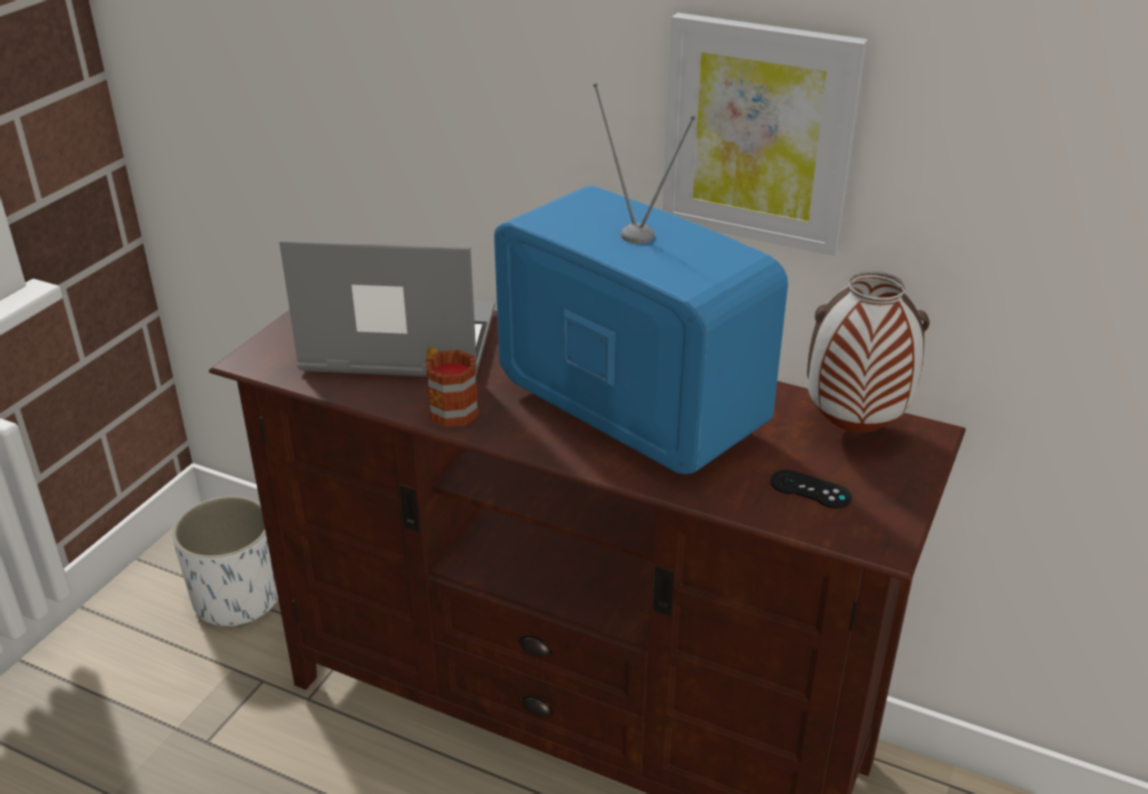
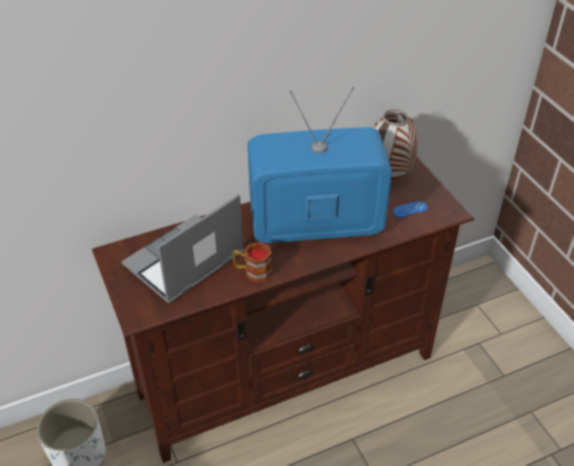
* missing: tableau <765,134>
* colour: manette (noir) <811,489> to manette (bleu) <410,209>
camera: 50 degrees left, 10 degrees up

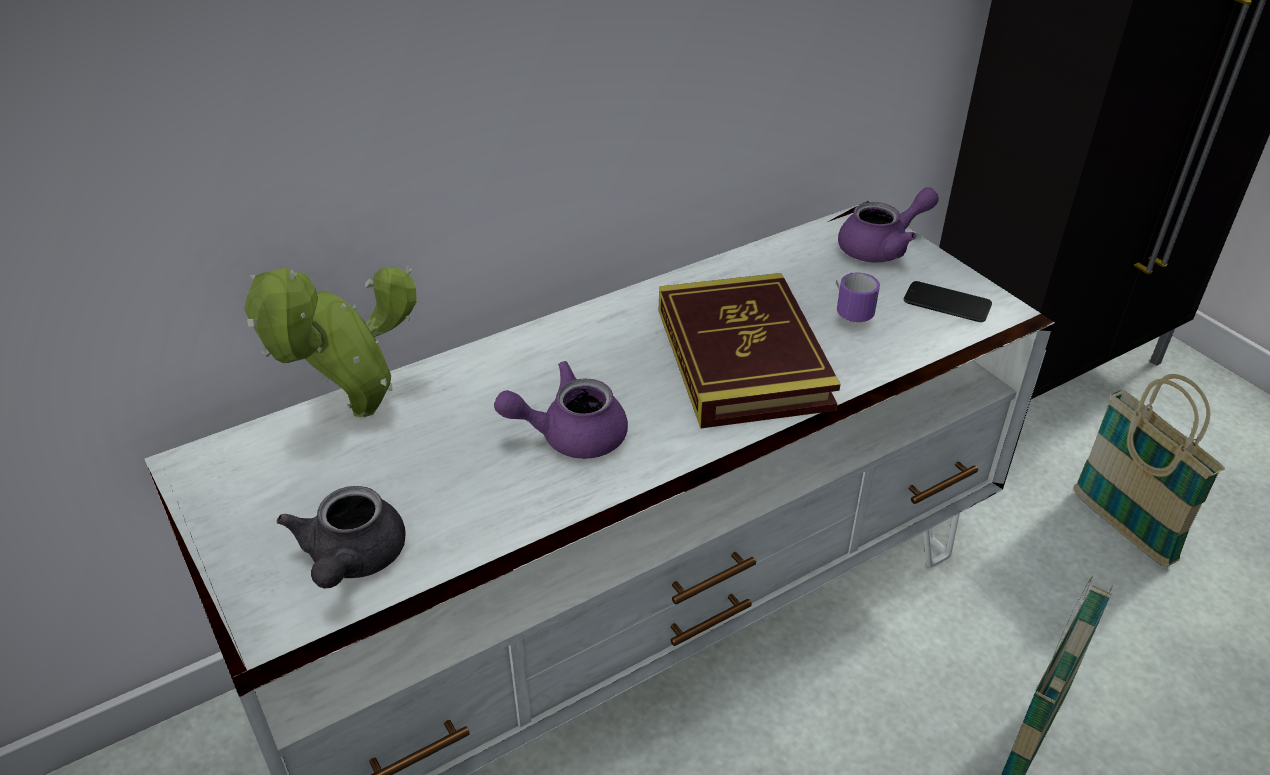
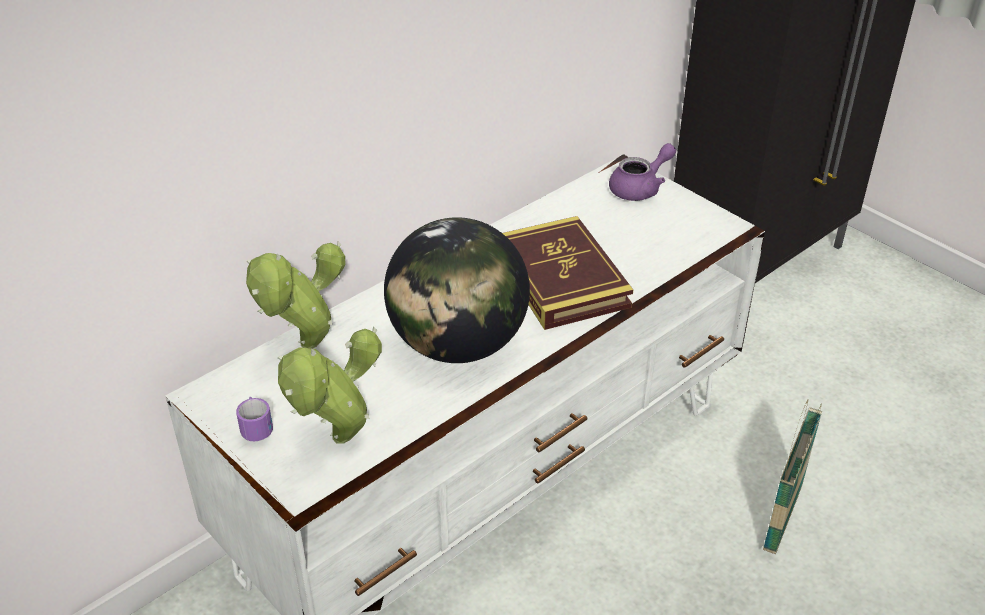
* relocated: mug <858,297> to <254,419>
* missing: téléphone <948,301>
* exchanged: théière (violet) <561,410> to globe <457,290>
* missing: panier <1149,470>
* exchanged: théière (gris) <341,537> to plante en pot <330,385>
camera: 10 degrees left, 0 degrees up

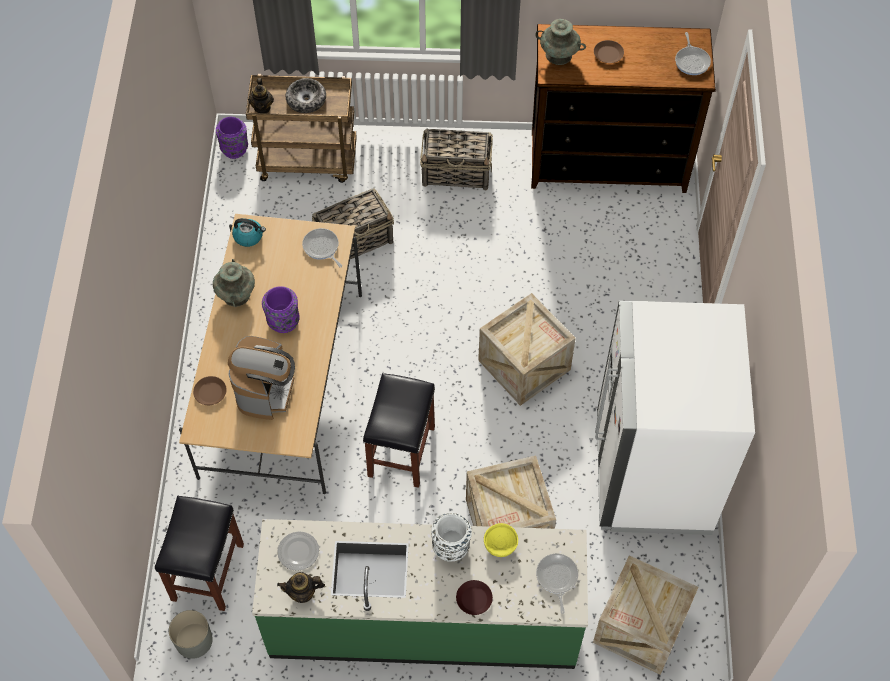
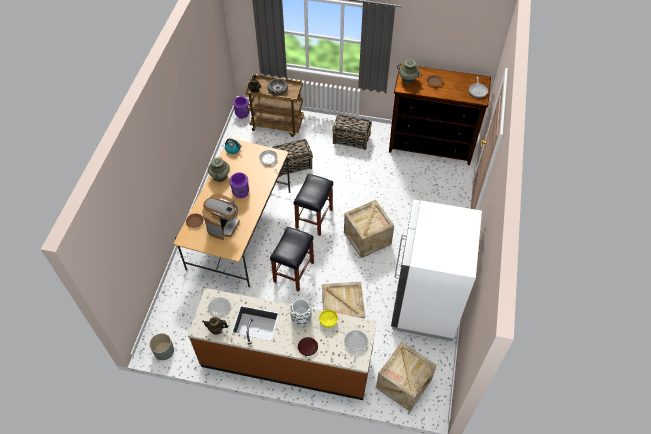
* relocated: tabouret (noir) <199,553> to <313,205>
* colour: comptoir de cuisine (vert) <420,594> to comptoir de cuisine (marron) <282,344>
camera: 10 degrees right, 5 degrees down

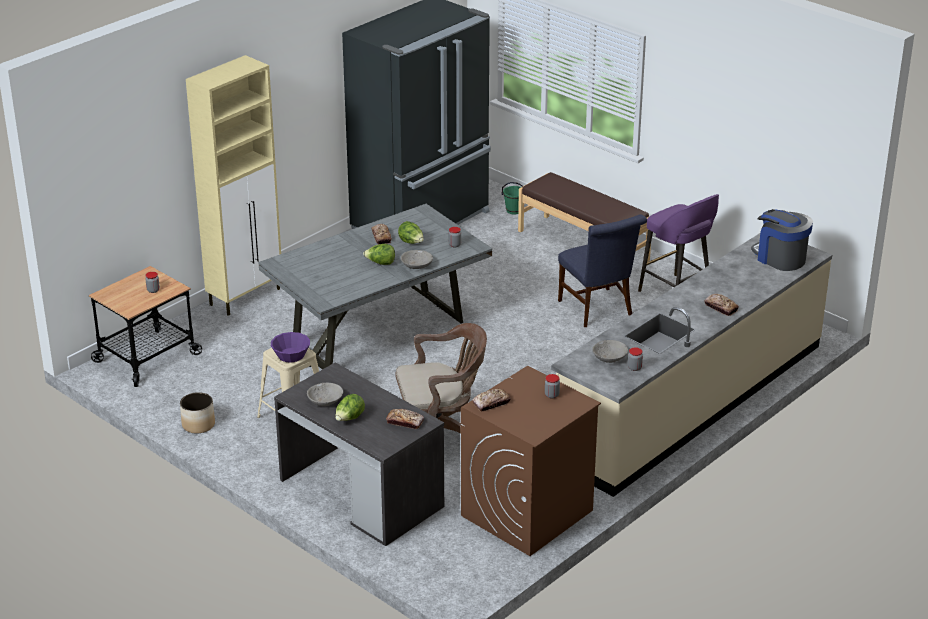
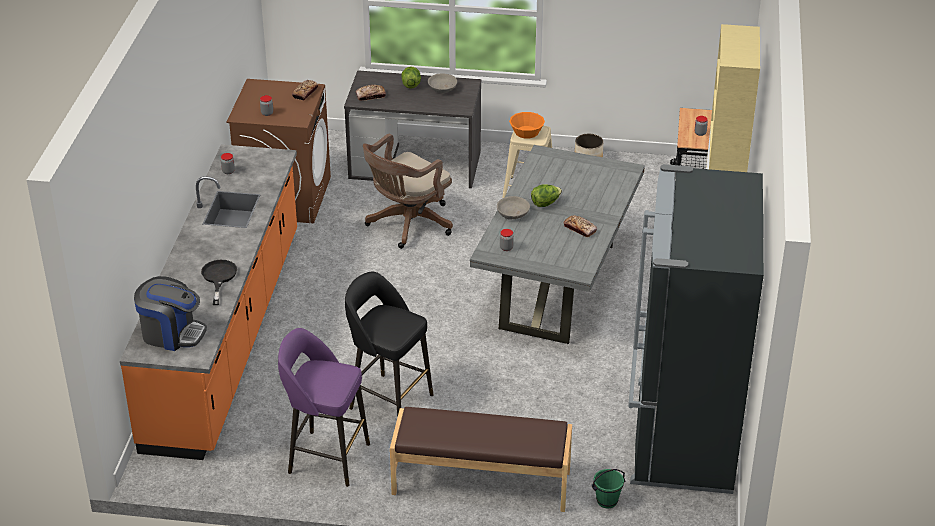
* exchanged: chaise (bleu) <602,270> to tabouret (noir) <389,344>
* missing: laitue <411,232>
* colour: comptoir de cuisine (beige) <691,365> to comptoir de cuisine (orange) <208,302>
* missing: pain <721,305>
* colour: bol (violet) <290,347> to bol (orange) <527,125>
* missing: bol (gris) <610,351>
* appeared: poêle (noir) <219,282>
camera: 145 degrees right, 5 degrees up

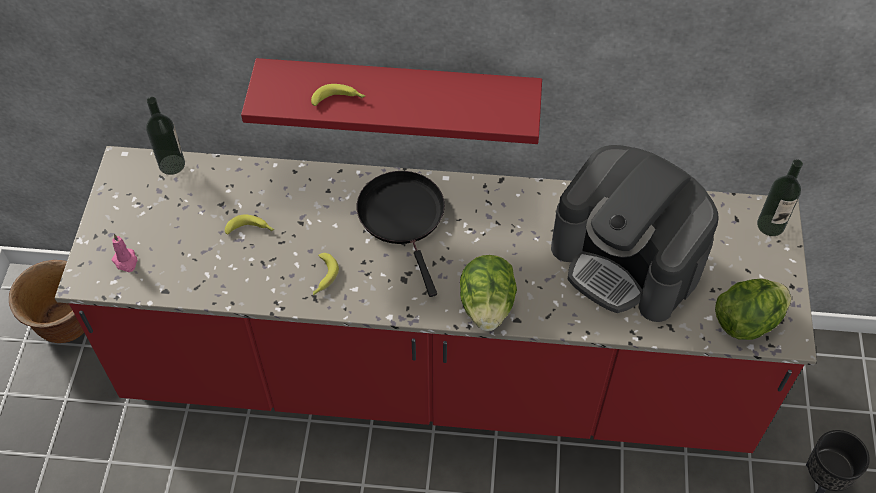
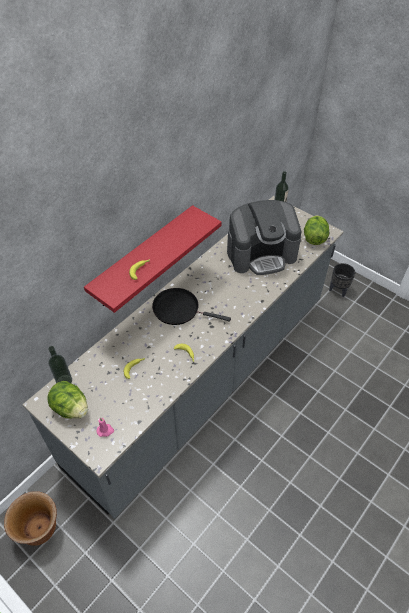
* colour: comptoir de cuisine (rouge) <436,299> to comptoir de cuisine (gris) <183,357>
* relocated: laitue <488,293> to <68,400>
camera: 55 degrees left, 5 degrees down

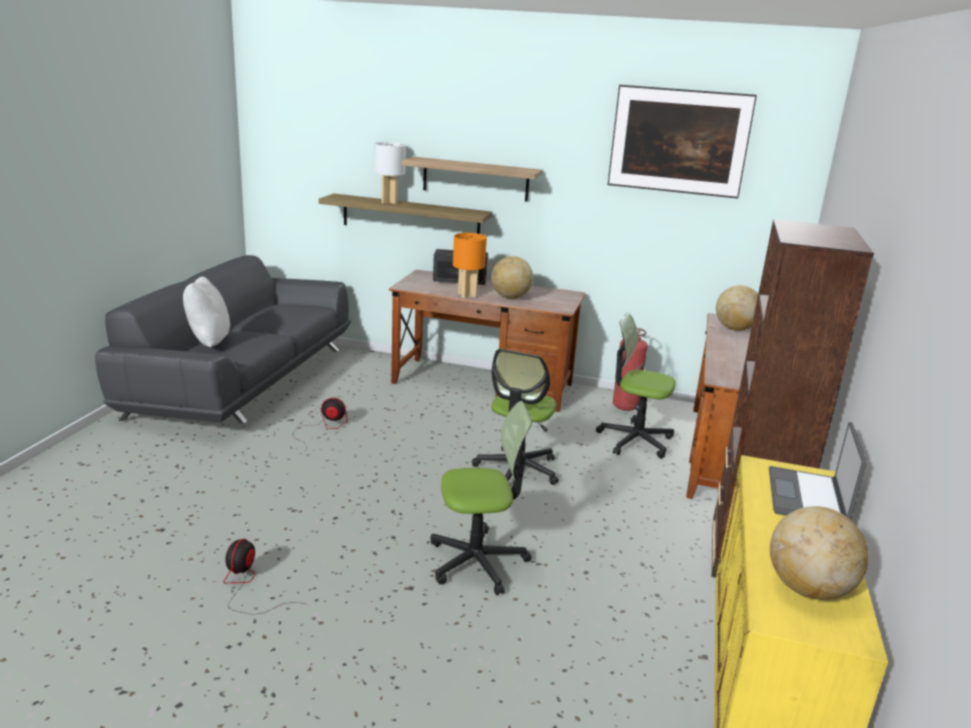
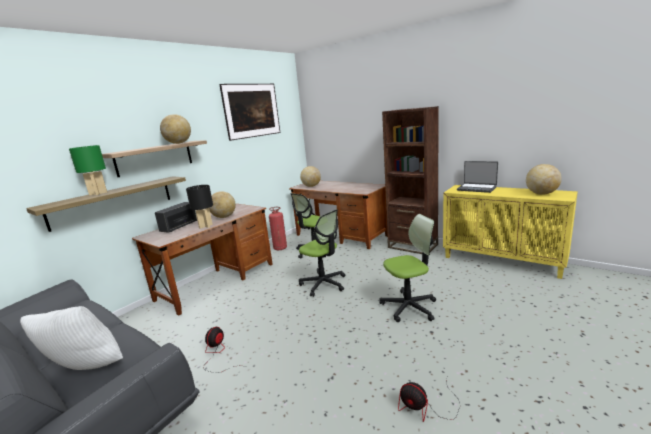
* colour: lampe de table (blanc) <390,173> to lampe de table (vert) <88,170>
* colour: lampe de table (orange) <470,265> to lampe de table (noir) <199,207>
* spun: chaise de bureau <481,498> = <407,268> 60 degrees clockwise
* appeared: globe <175,129>
camera: 65 degrees left, 5 degrees down

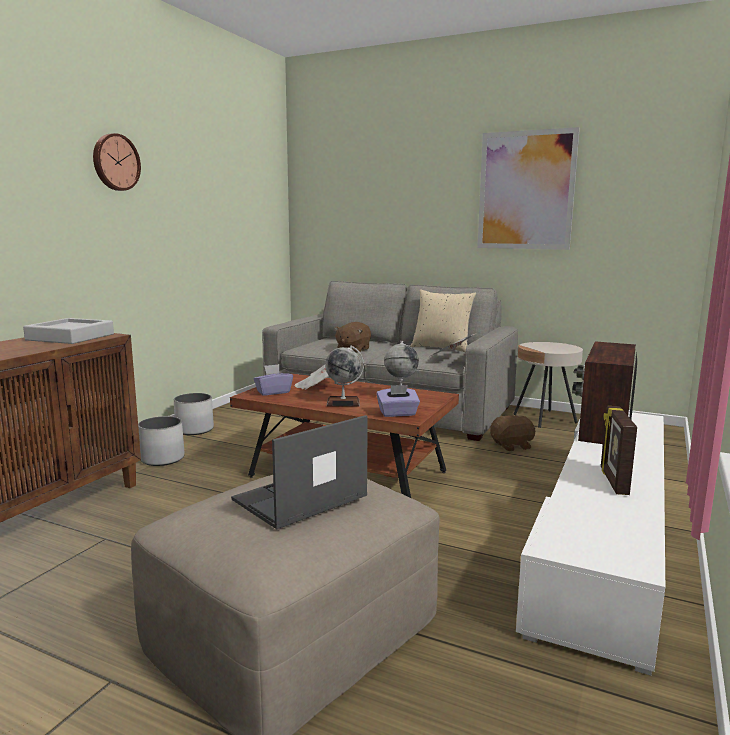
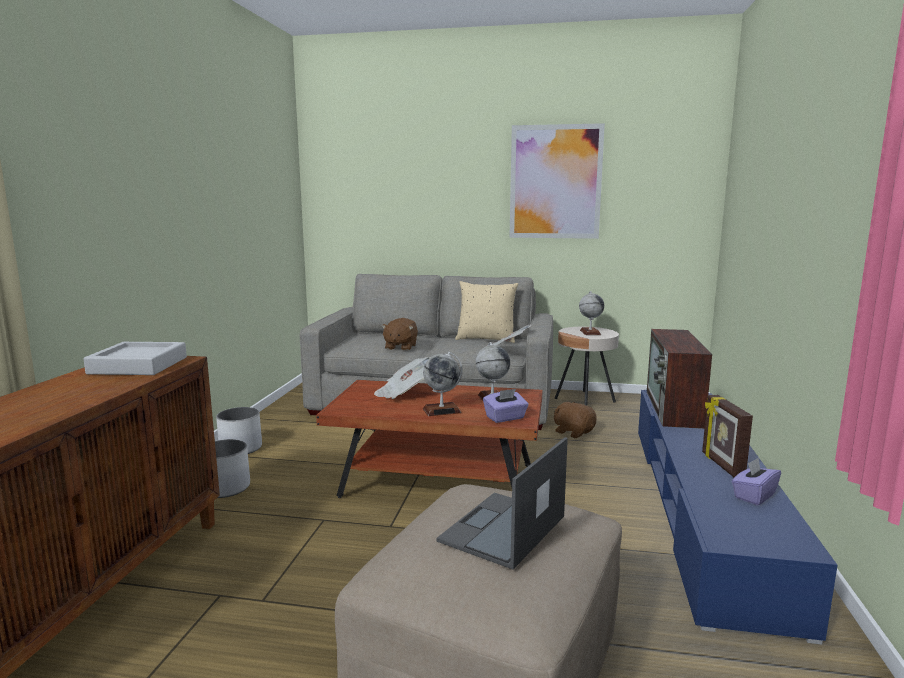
* missing: horloge murale <117,162>
* relocated: boîte à mouchoirs (violet) <273,380> to <756,481>
* colour: meuble télé (blanc) <590,543> to meuble télé (bleu) <737,517>
* spun: peluche (marron) <512,433> = <575,420> 105 degrees counterclockwise
* appeared: globe <591,313>
camera: 15 degrees left, 0 degrees up

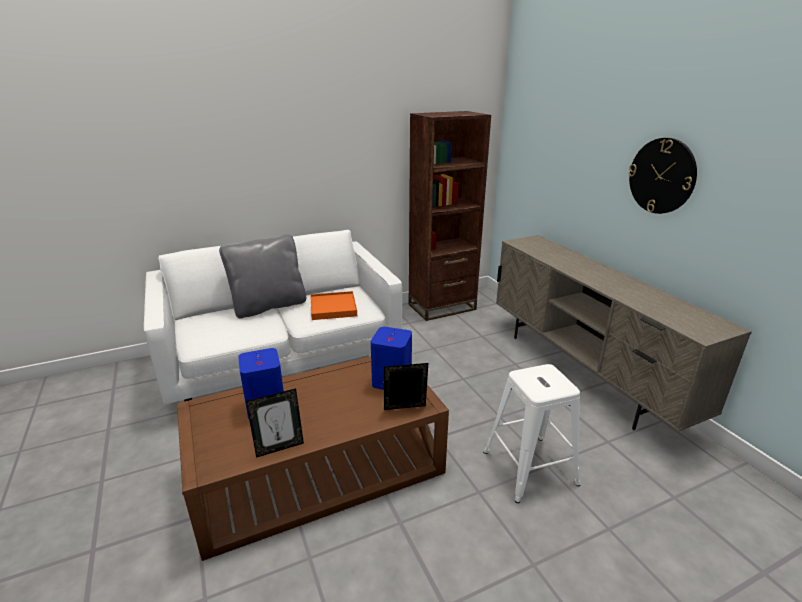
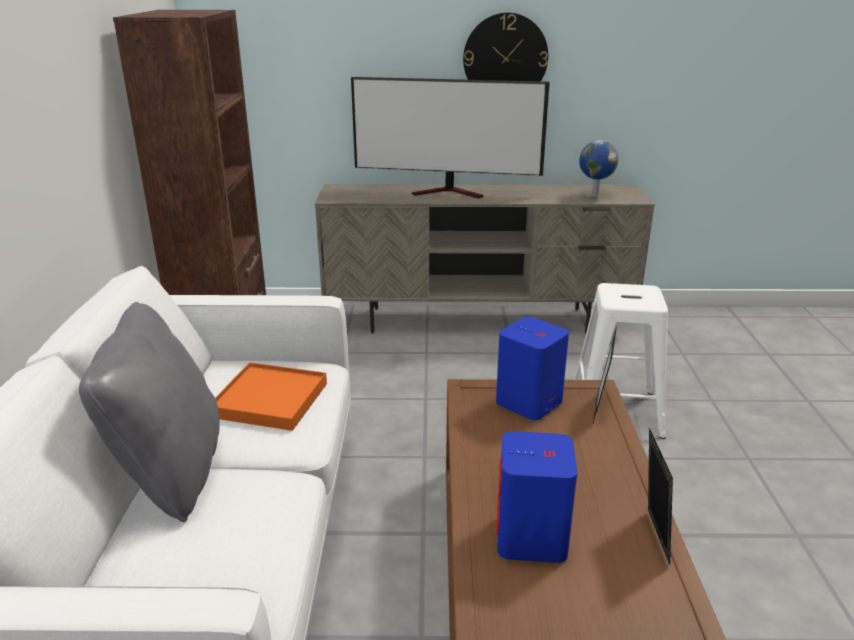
* appeared: téléviseur <450,138>
* appeared: globe <598,168>
camera: 65 degrees left, 0 degrees up

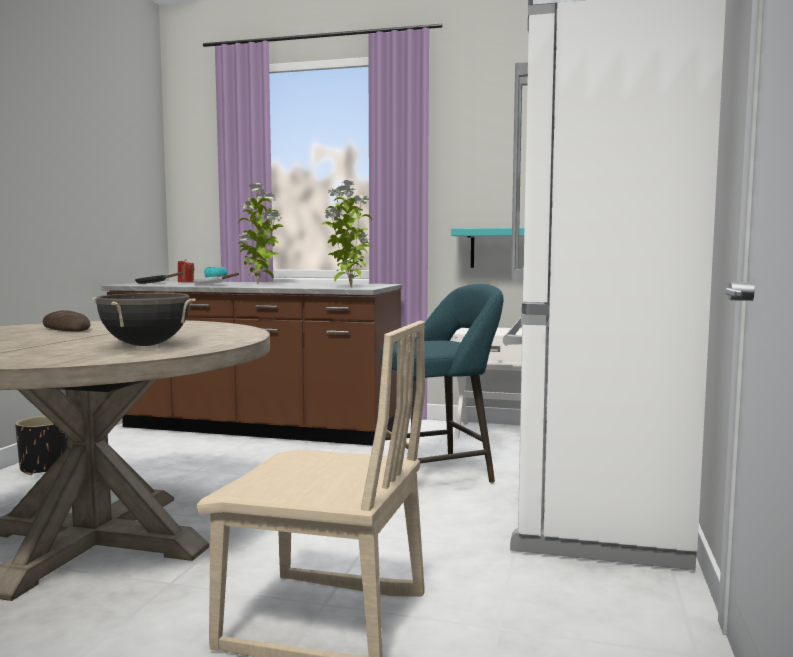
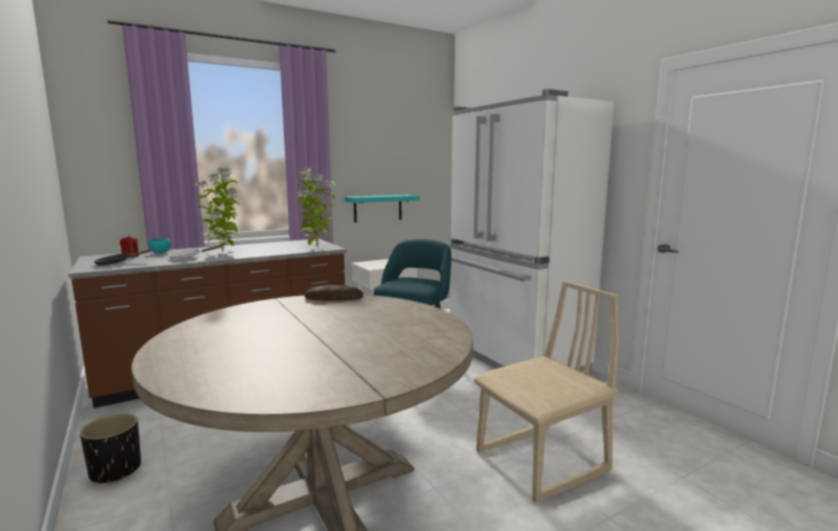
* missing: marmite (noir) <144,319>
* relocated: pain <67,321> to <334,293>
camera: 45 degrees left, 5 degrees up

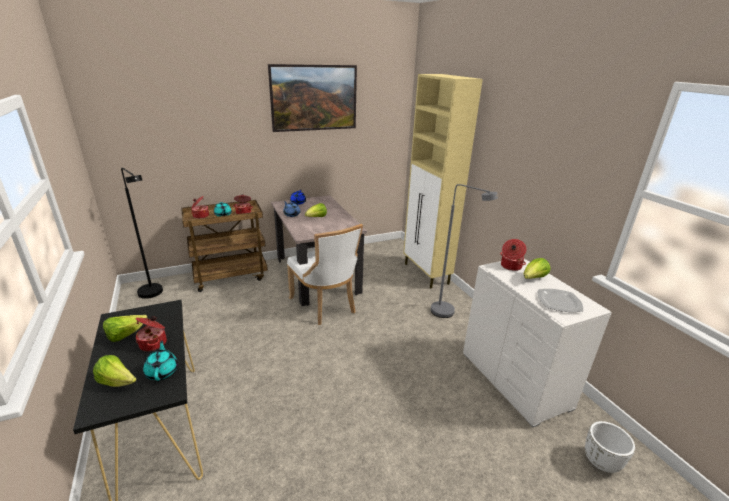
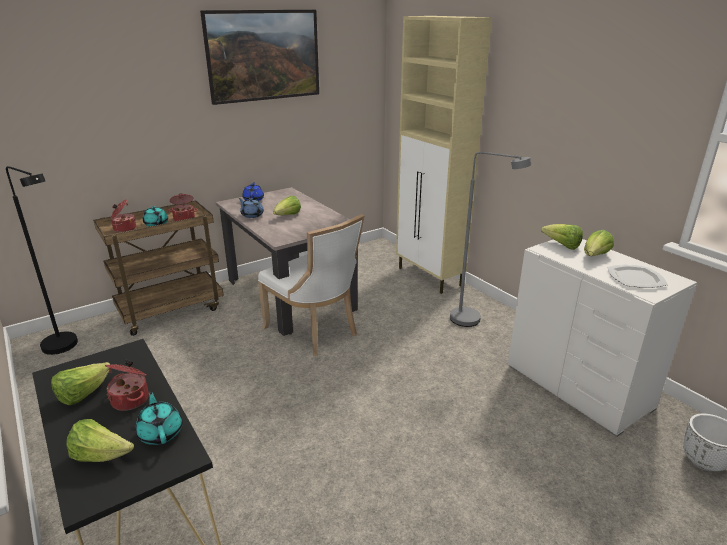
* exchanged: marmite <513,255> to laitue <562,237>
camera: 10 degrees left, 0 degrees up

